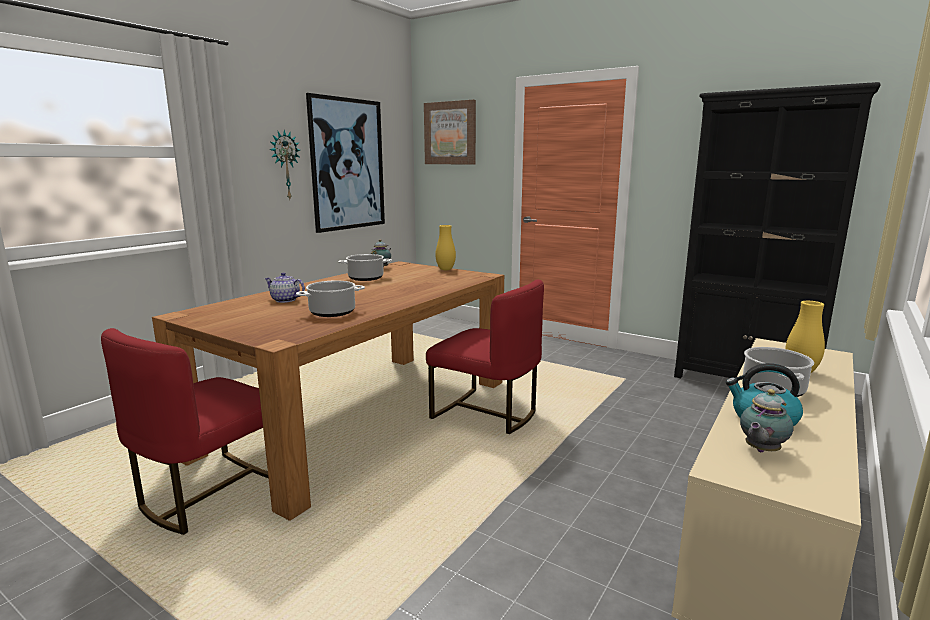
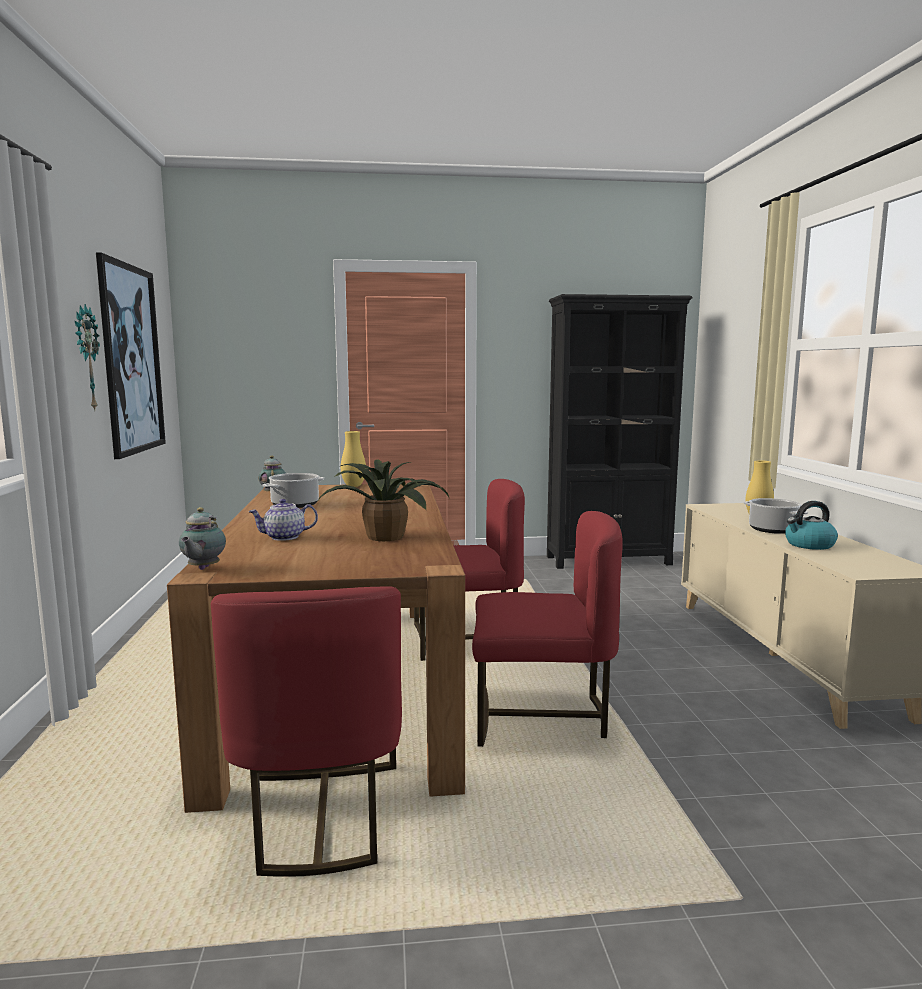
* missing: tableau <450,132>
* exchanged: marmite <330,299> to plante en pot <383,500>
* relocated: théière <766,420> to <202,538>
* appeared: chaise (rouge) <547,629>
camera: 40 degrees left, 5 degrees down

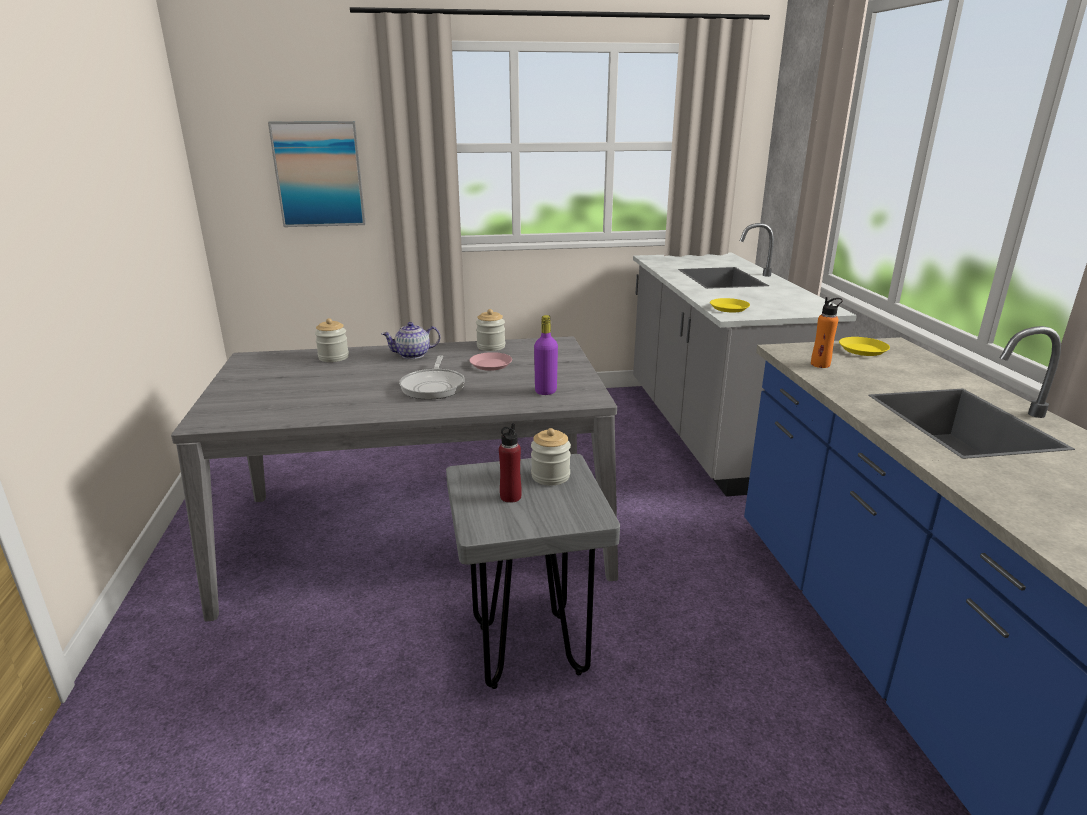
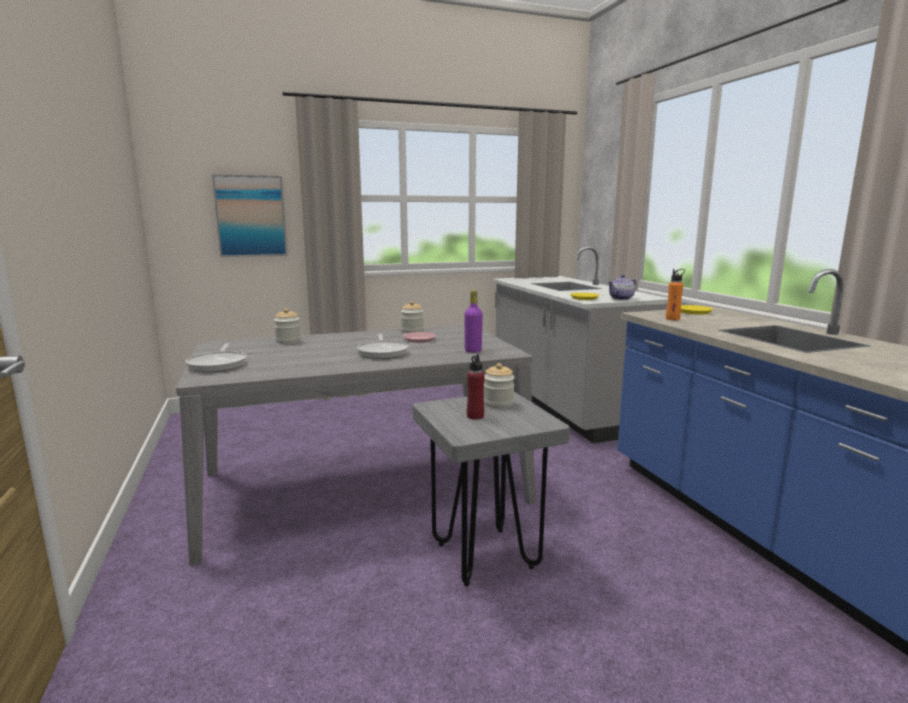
* relocated: théière <411,340> to <622,287>
* appeared: poêle <216,358>
camera: 10 degrees left, 10 degrees down

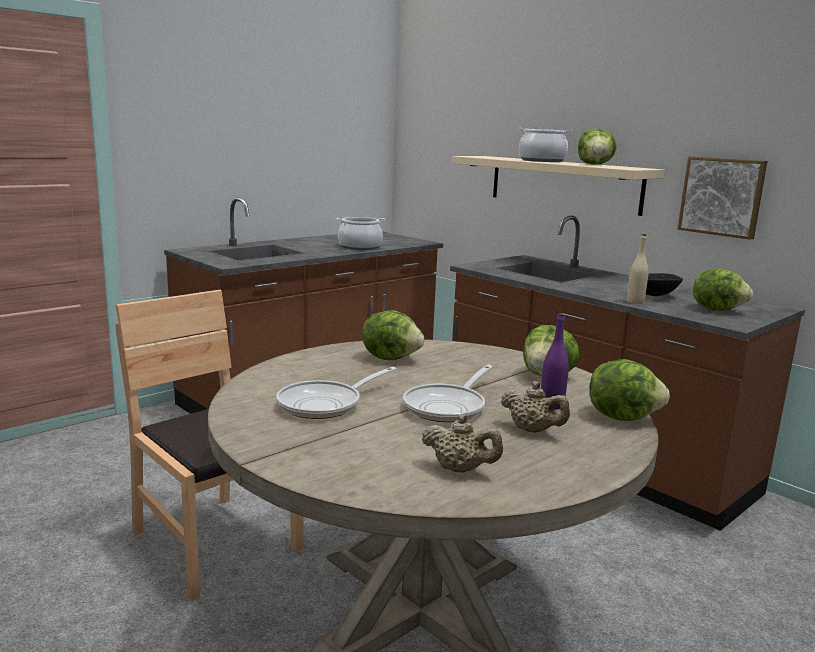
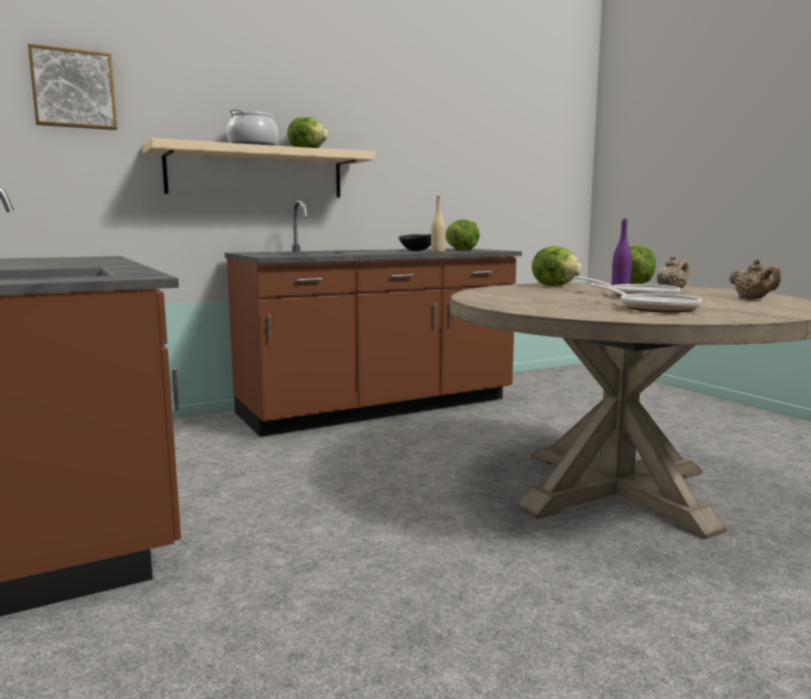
* relocated: tableau <723,198> to <72,87>
* missing: marmite <360,233>
* missing: chaise (marron) <209,445>
* missing: laitue <393,335>
* spun: théière (beige) <462,443> = <755,279> 120 degrees clockwise
camera: 75 degrees left, 5 degrees down

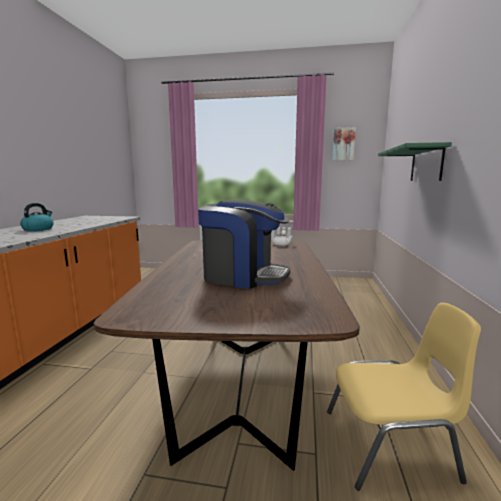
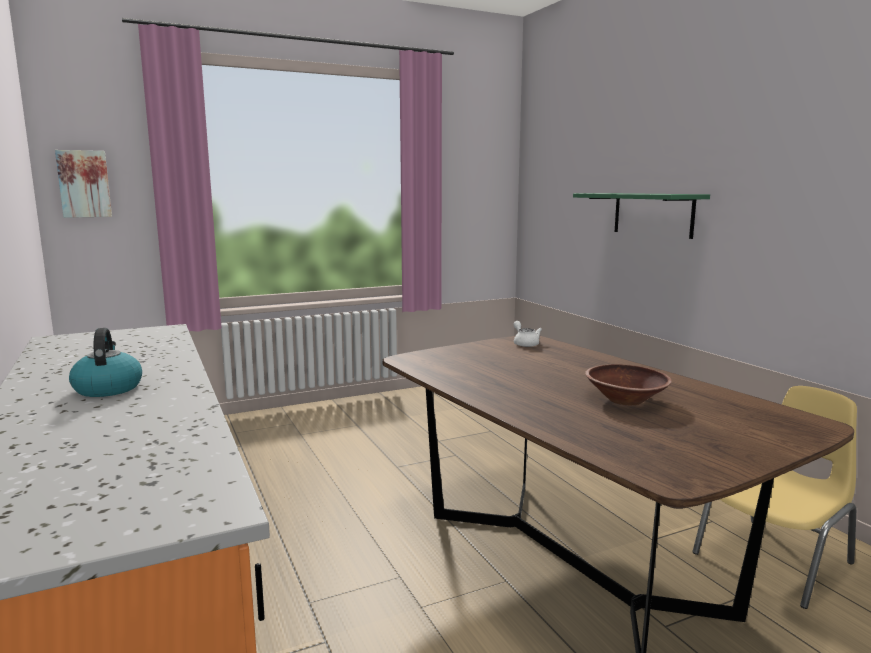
* relocated: tableau <344,144> to <83,184>
* exchanged: machine à café <244,244> to bol (marron) <628,384>
camera: 35 degrees left, 0 degrees up

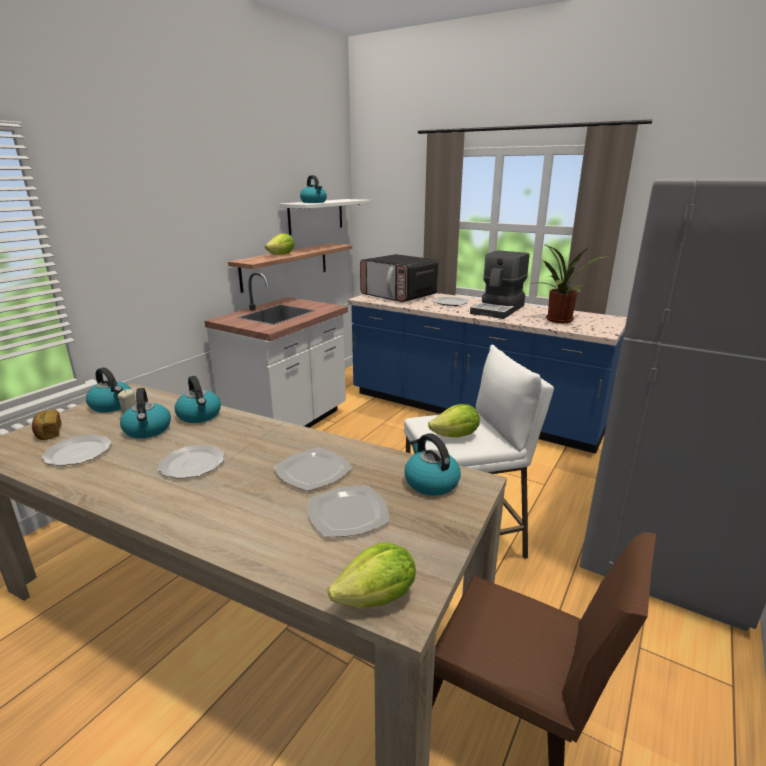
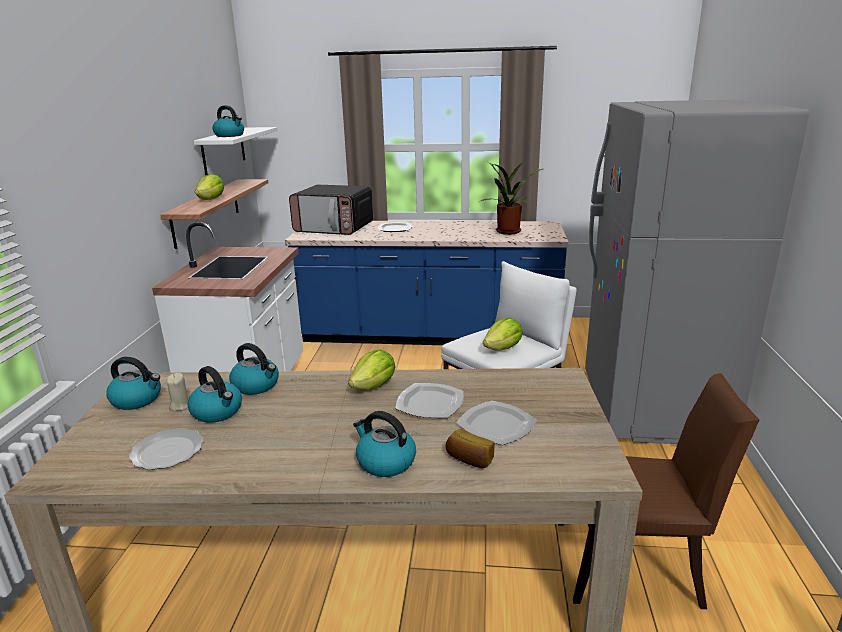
* missing: machine à café <500,284>
* relocated: pain <47,425> to <470,448>
* relocated: bouilloire <432,464> to <384,444>
* missing: assiette <191,462>
* relocated: laitue <372,575> to <371,369>
camera: 25 degrees left, 0 degrees up

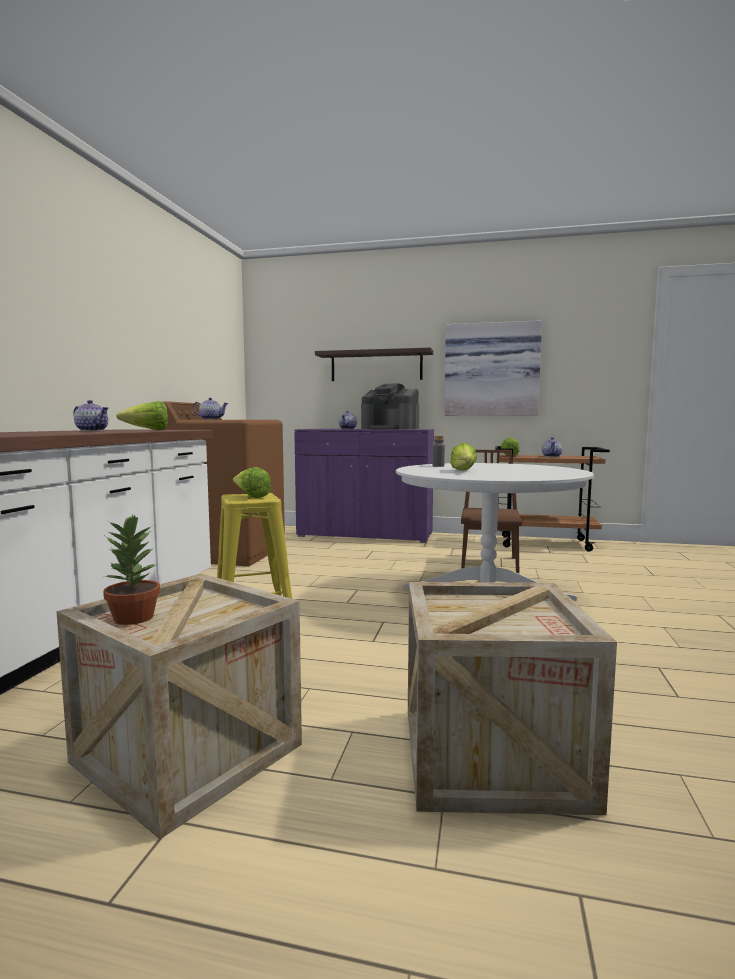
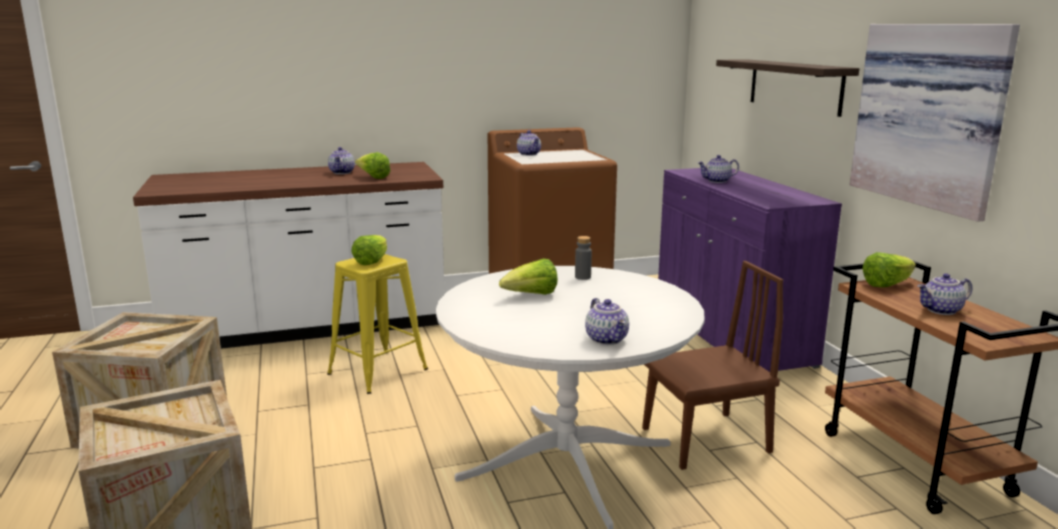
* missing: machine à café <390,406>
* missing: plante en pot <131,569>
* appeared: théière <607,321>
camera: 60 degrees right, 10 degrees up

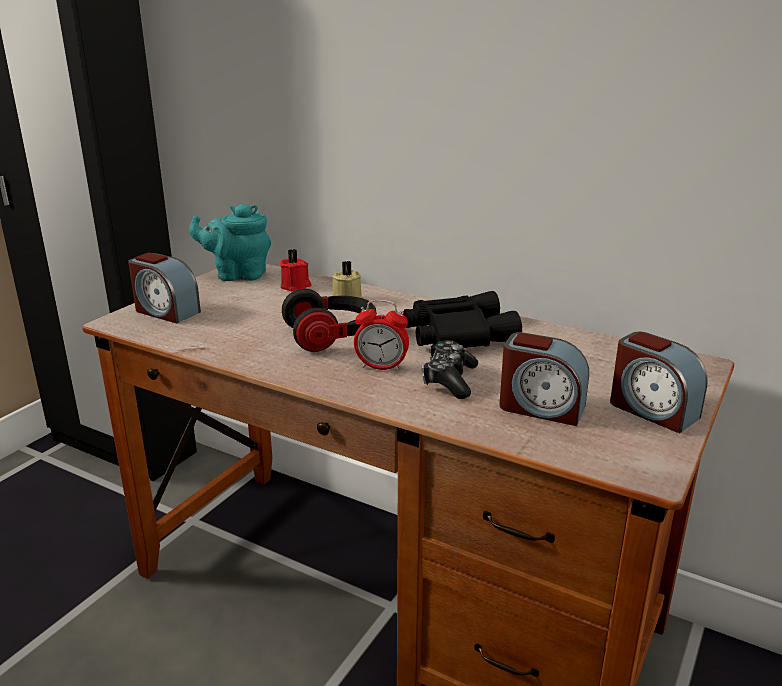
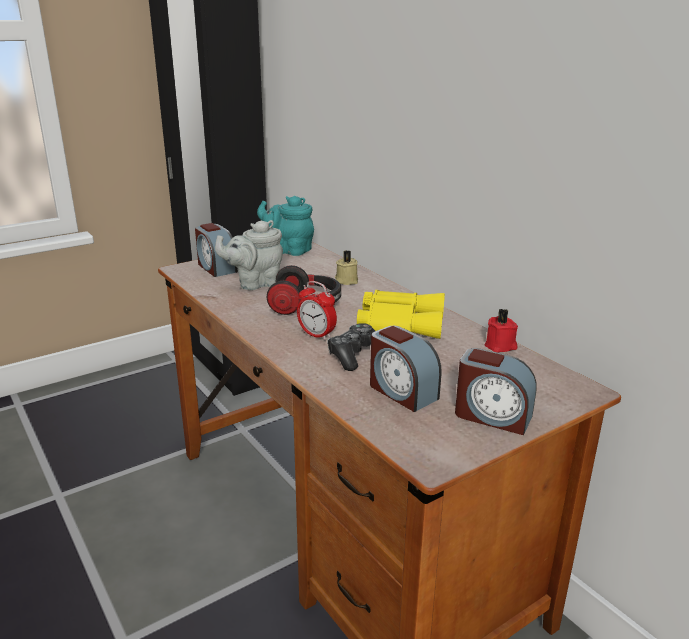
* relocated: bougie (rouge) <295,270> to <501,331>
* colour: jumelles (noir) <462,319> to jumelles (jaune) <401,314>
* spun: réveil <659,382> = <496,391> 45 degrees counterclockwise
* appeared: théière (gris) <249,255>
camera: 25 degrees right, 0 degrees up

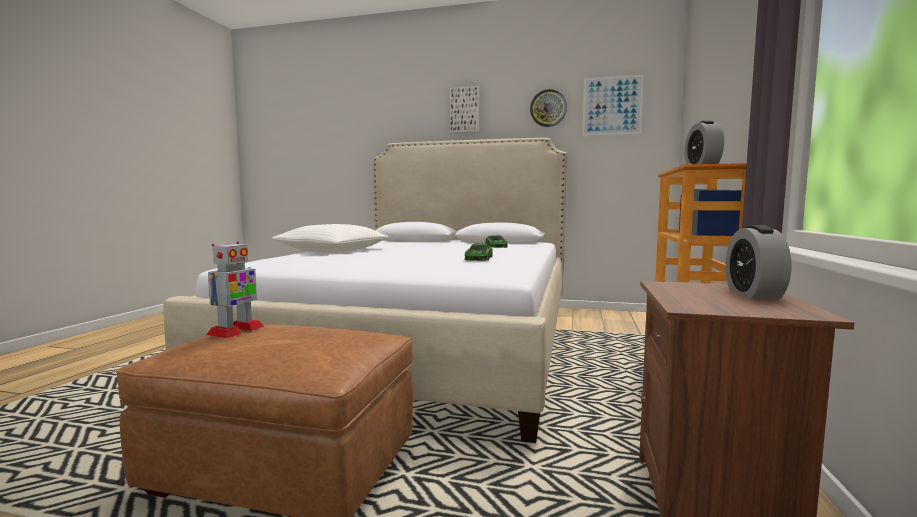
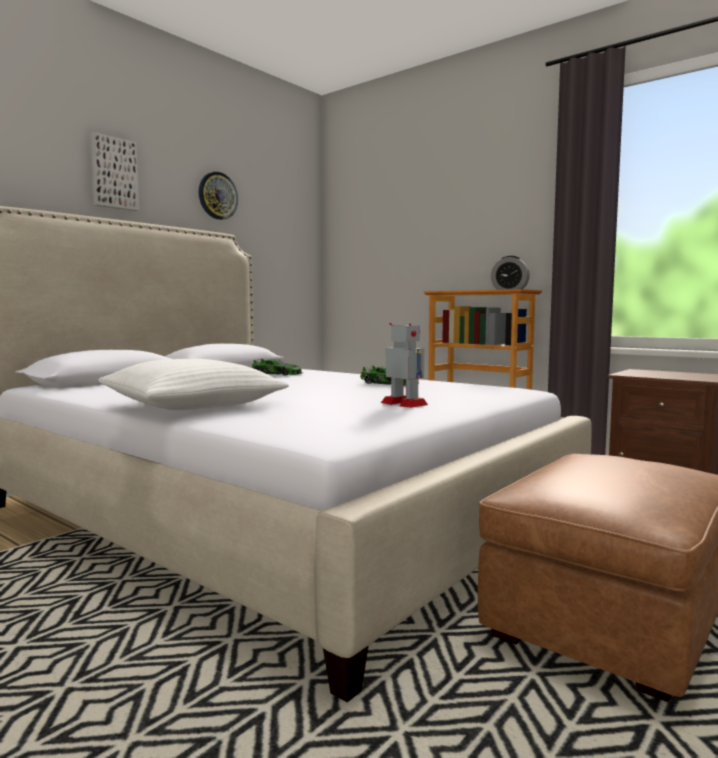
* missing: tableau <613,105>
* missing: réveil <758,262>
* relocated: robot jouet <235,290> to <404,365>
camera: 65 degrees left, 0 degrees up

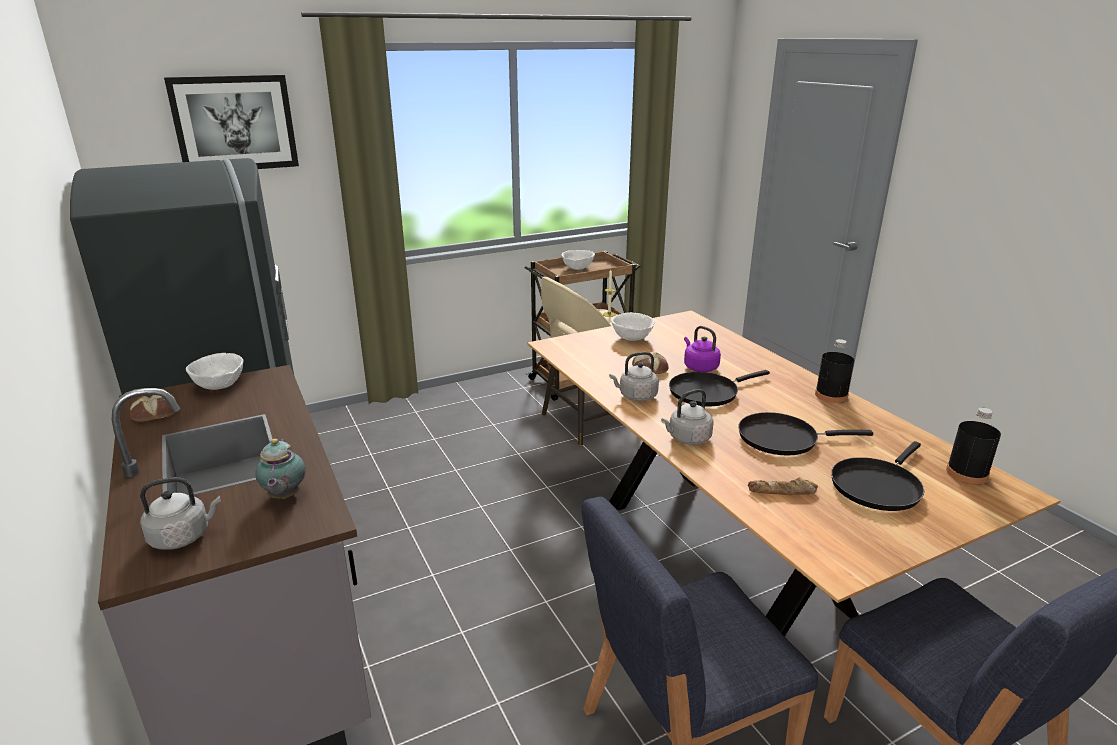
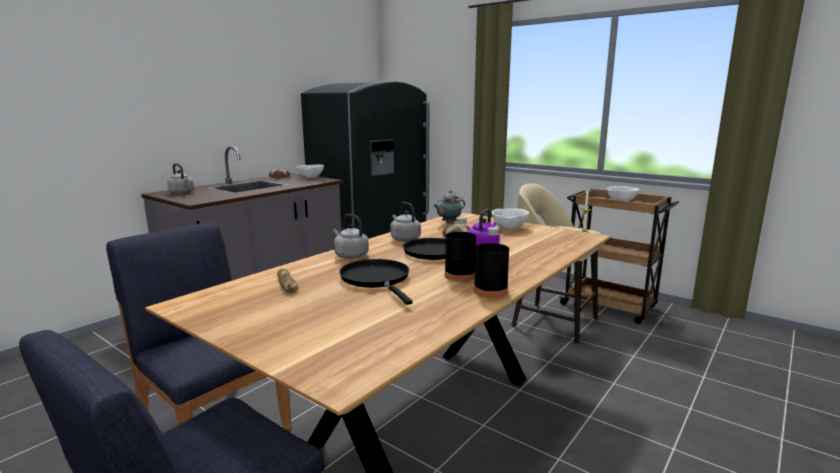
* missing: tableau <231,122>
* relocated: bouteille (noir) <973,446> to <460,249>
* relocated: théière <280,469> to <449,207>
* missing: poêle (noir) <877,476>
camera: 65 degrees right, 10 degrees down

